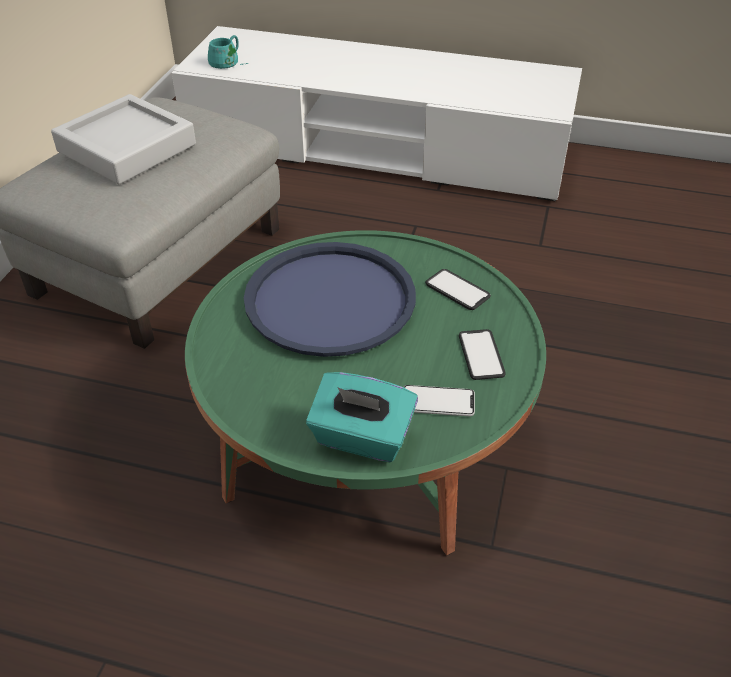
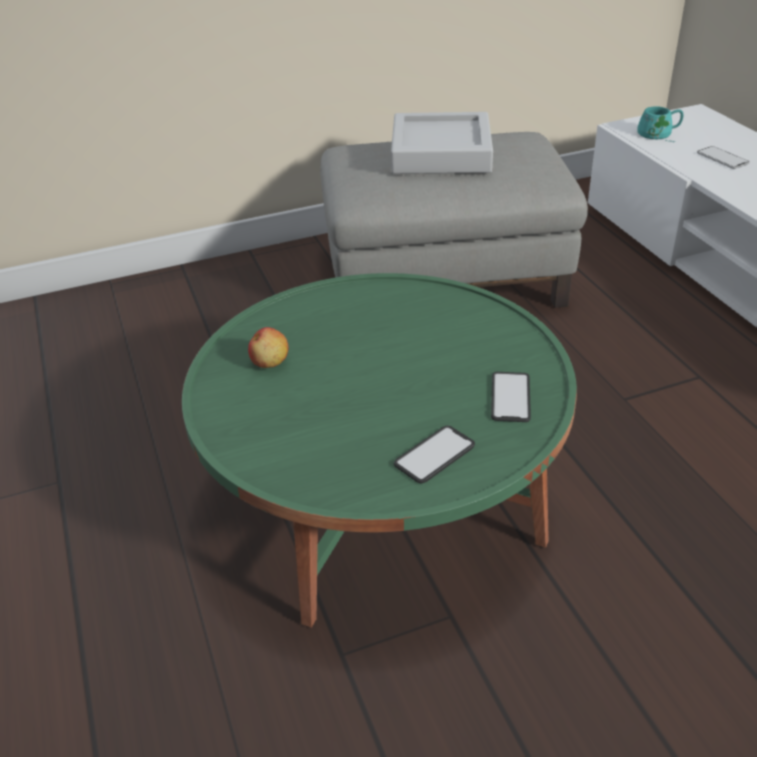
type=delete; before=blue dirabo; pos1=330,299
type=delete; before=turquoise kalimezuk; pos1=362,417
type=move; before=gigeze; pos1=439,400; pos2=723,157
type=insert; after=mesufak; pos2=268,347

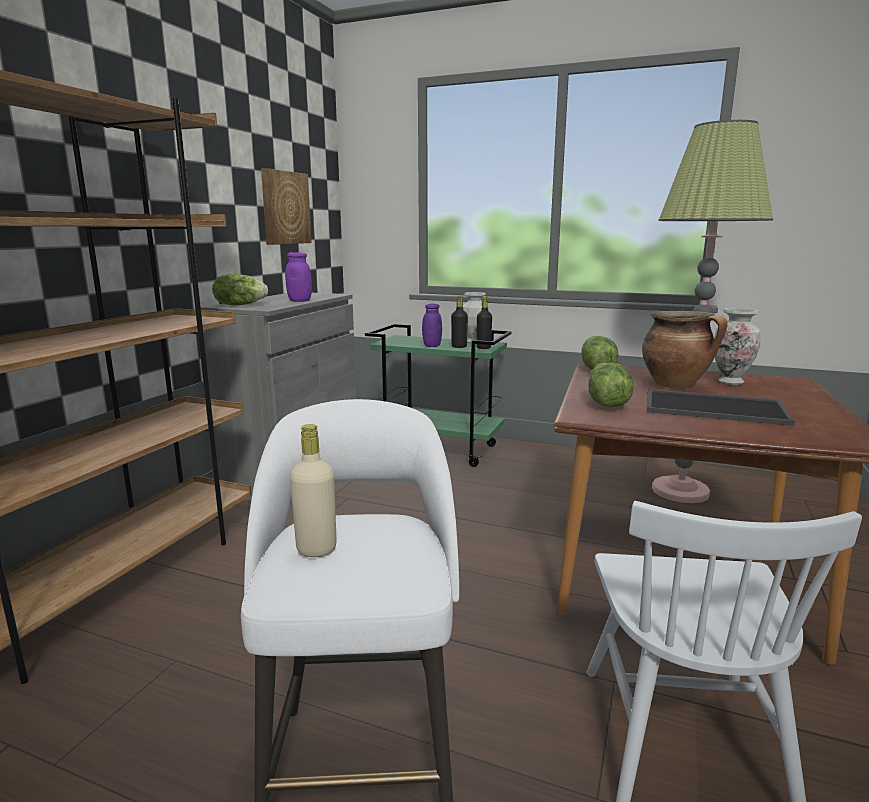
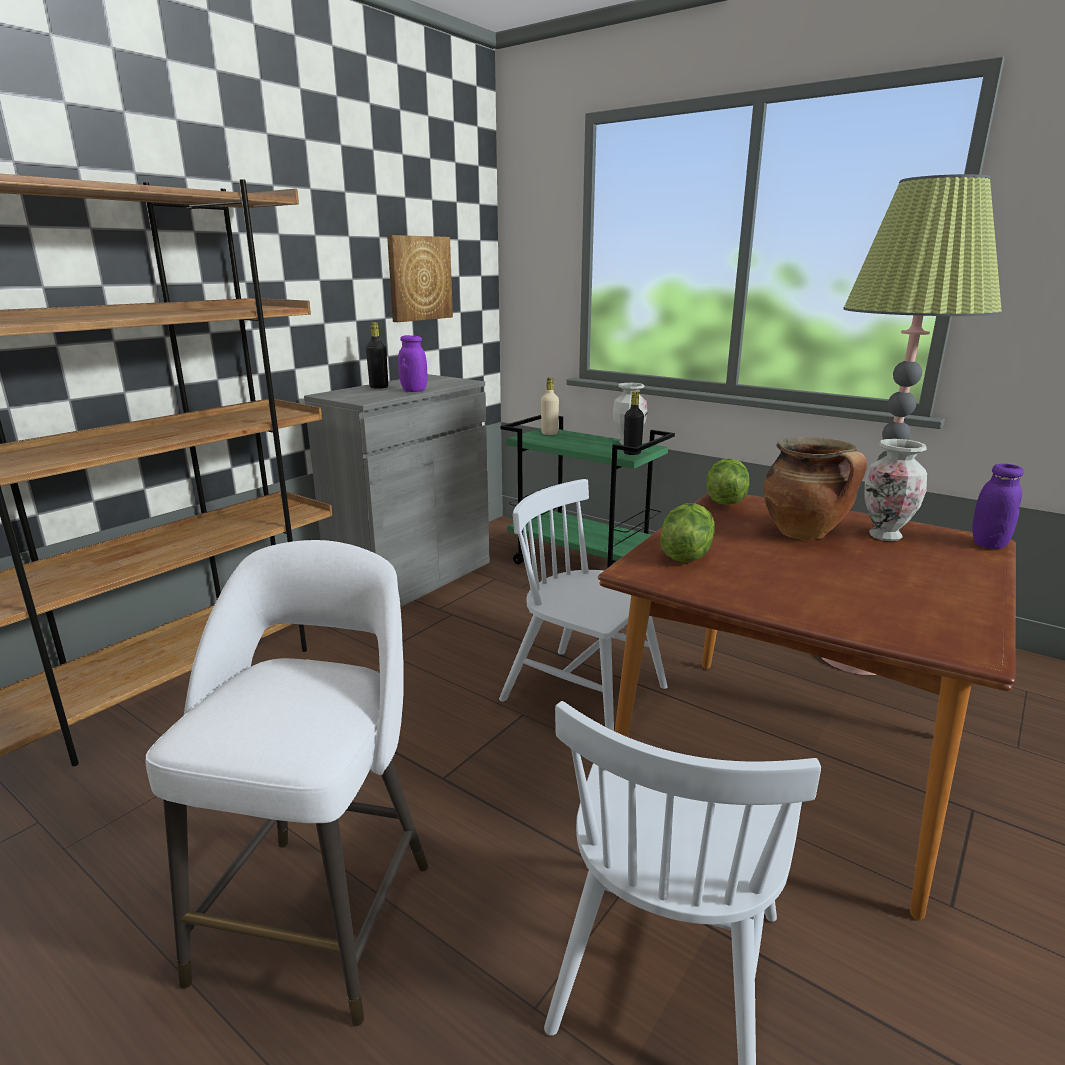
type=delete; before=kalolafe; pos1=240,289
type=move; before=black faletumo; pos1=459,322; pos2=377,355
type=move; before=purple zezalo; pos1=432,325; pos2=998,506
type=delete; before=dirabo; pos1=721,407
type=move; before=beige faletumo; pos1=313,490; pos2=550,406
type=insert; after=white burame; pos2=583,605

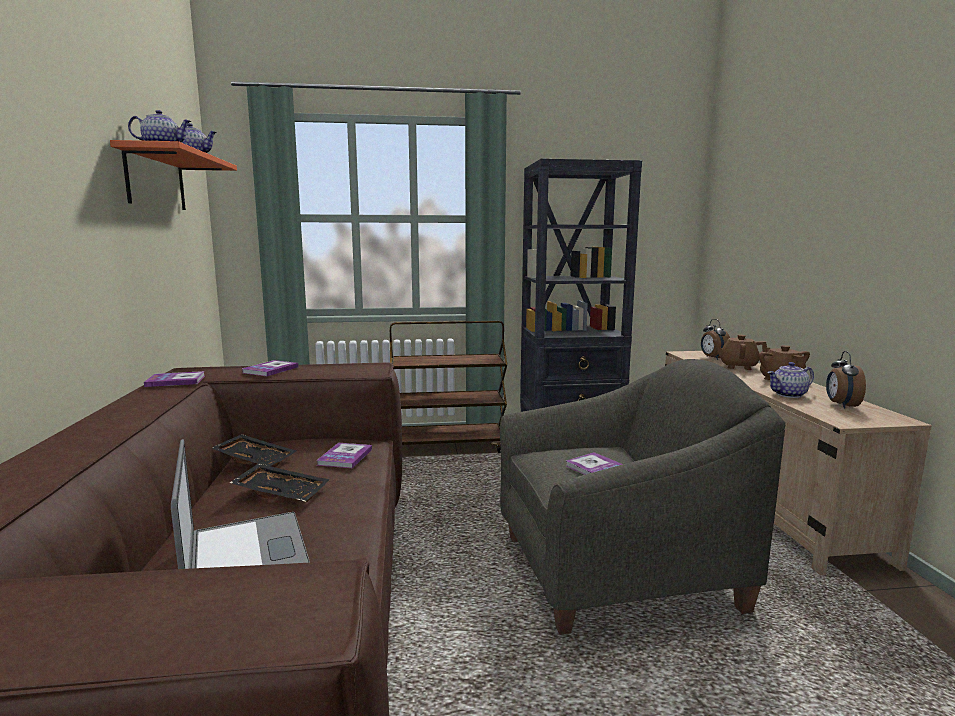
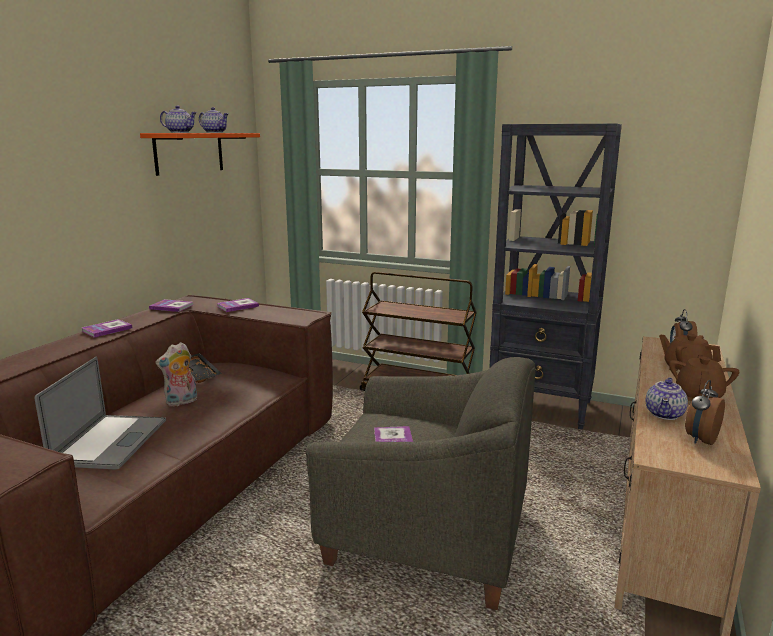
type=rotate; before=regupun; pos1=790,380; pos2=667,398; turn=-75
type=move; before=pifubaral; pos1=344,455; pos2=106,328
type=replace; before=black dirabo; after=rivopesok; pos1=280,482; pos2=176,374

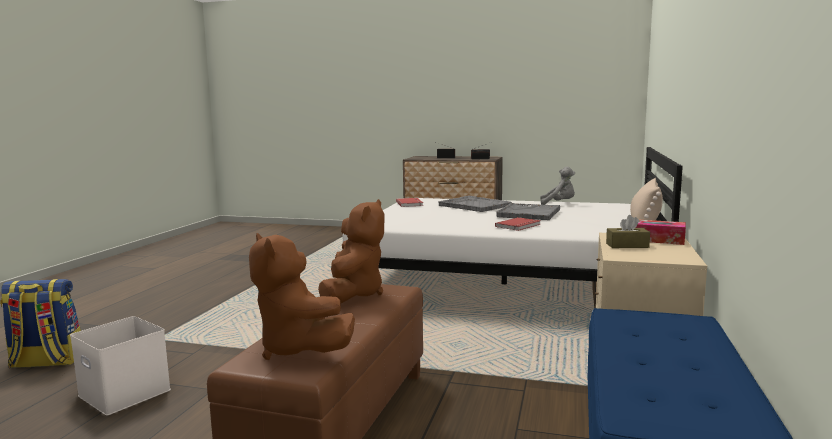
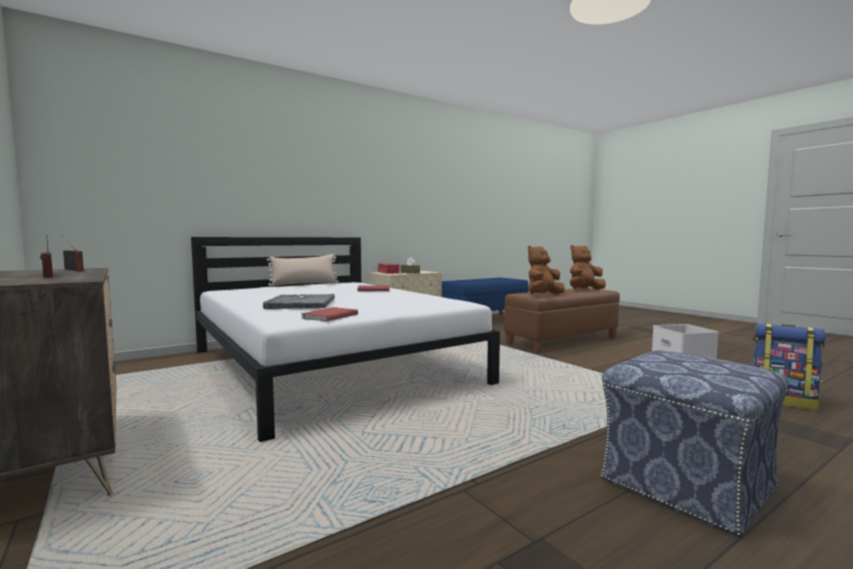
type=delete; before=grey rivopesok; pos1=557,186
type=delete; before=grey dirabo; pos1=528,211
type=rotate; before=brown rivopesok; pos1=302,296; pos2=588,267; turn=-120
type=insert; after=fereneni; pos2=694,443

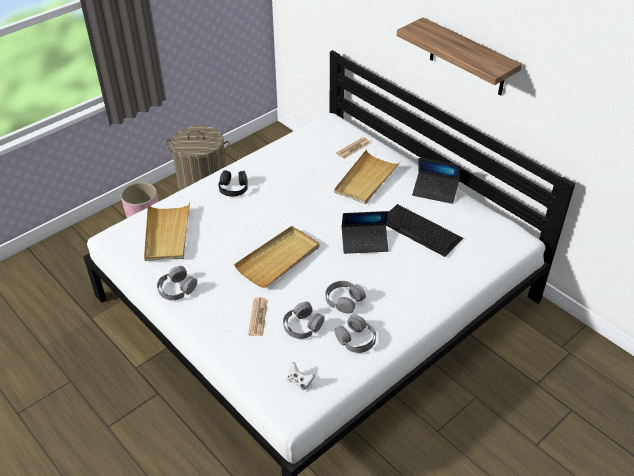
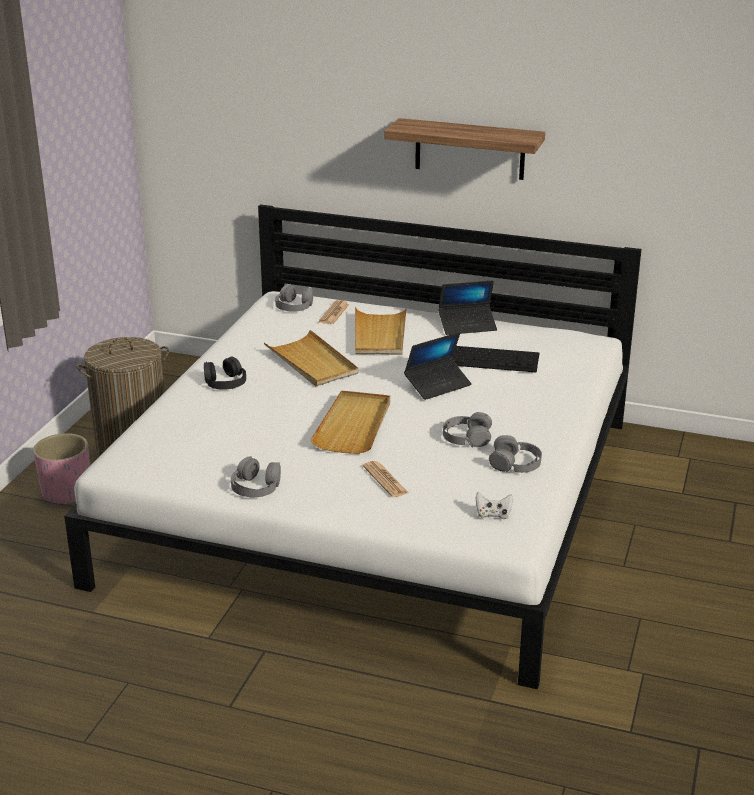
type=move; before=beige dirabo; pos1=167,232; pos2=311,358
type=move; before=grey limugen; pos1=304,320; pos2=294,298

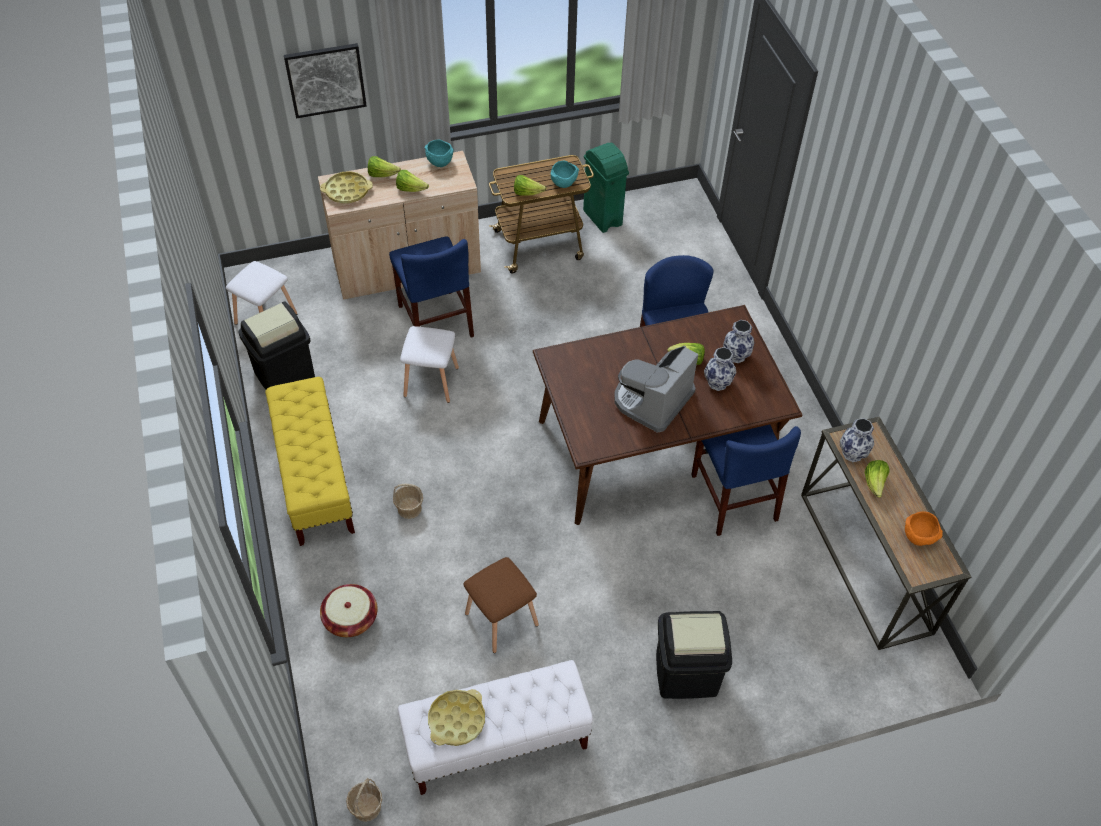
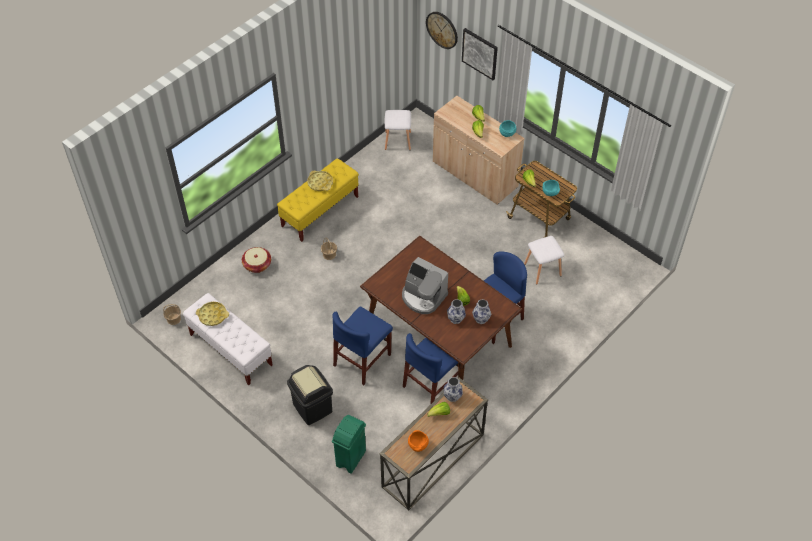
type=move; before=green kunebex; pos1=606,188; pos2=349,444
type=move; before=yellow dirabo; pos1=346,187; pos2=320,180
type=move; before=blue burame; pos1=431,286; pos2=362,345
type=delete; before=black kunebex; pos1=276,346
type=move; before=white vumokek; pos1=429,364; pos2=544,260
type=rotate; before=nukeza; pos1=656,389; pos2=425,285; turn=-150
type=delete; before=brown vumokek; pos1=501,605
type=insert; after=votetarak; pos2=442,30

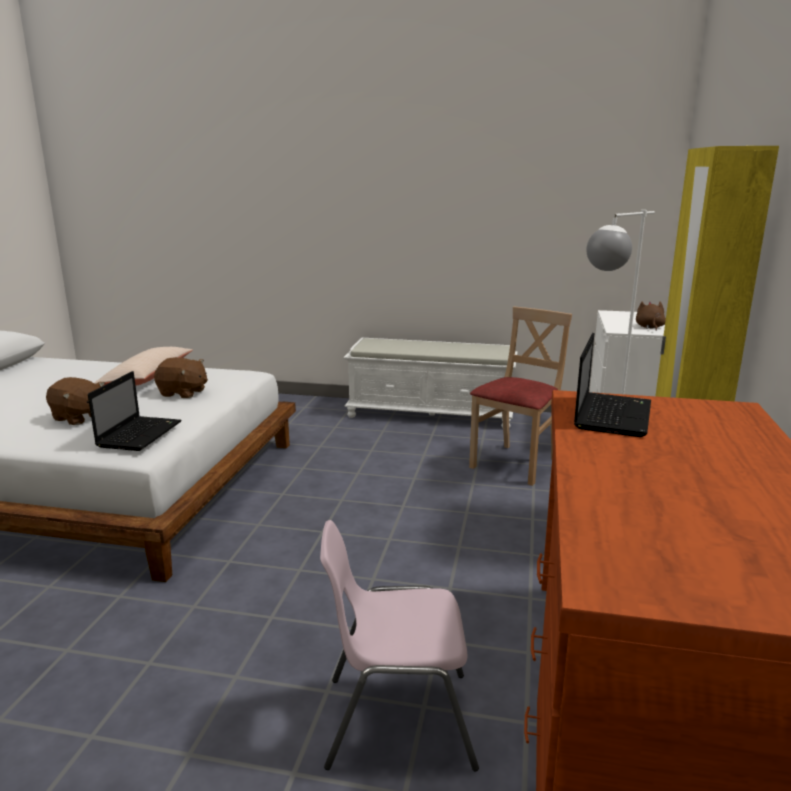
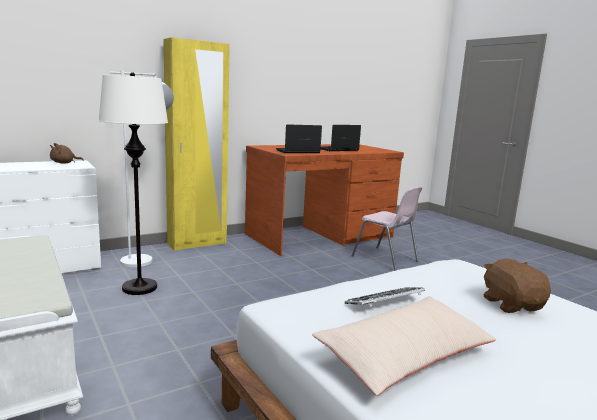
type=replace; before=beige burame; after=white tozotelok; pos1=520,396; pos2=133,183
type=replace; before=brown rivopesok; after=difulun; pos1=181,377; pos2=385,297
type=move; before=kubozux; pos1=135,411; pos2=341,138

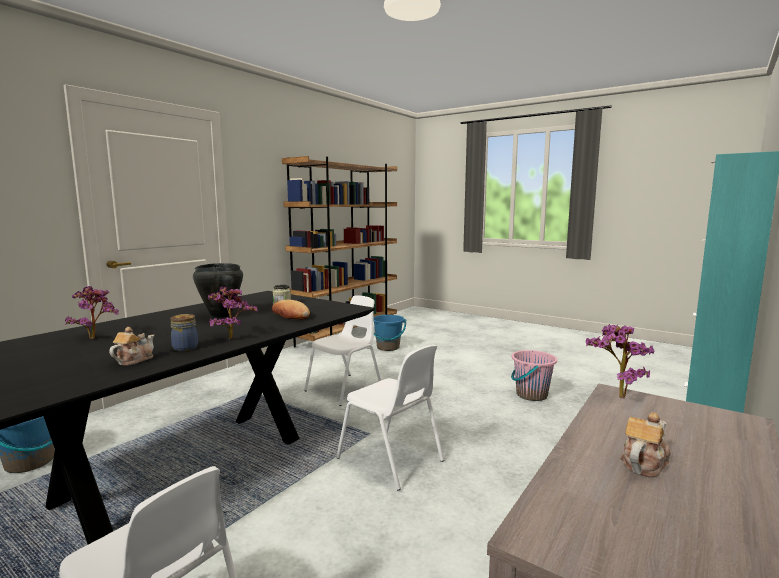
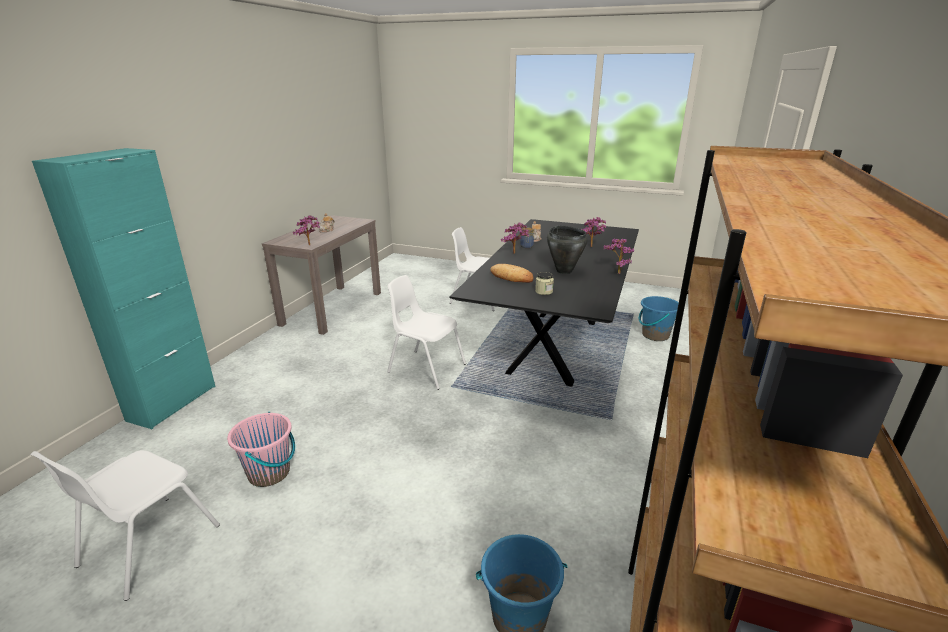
type=move; before=white burame; pos1=342,350; pos2=125,525
type=insert; after=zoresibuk; pos2=619,256

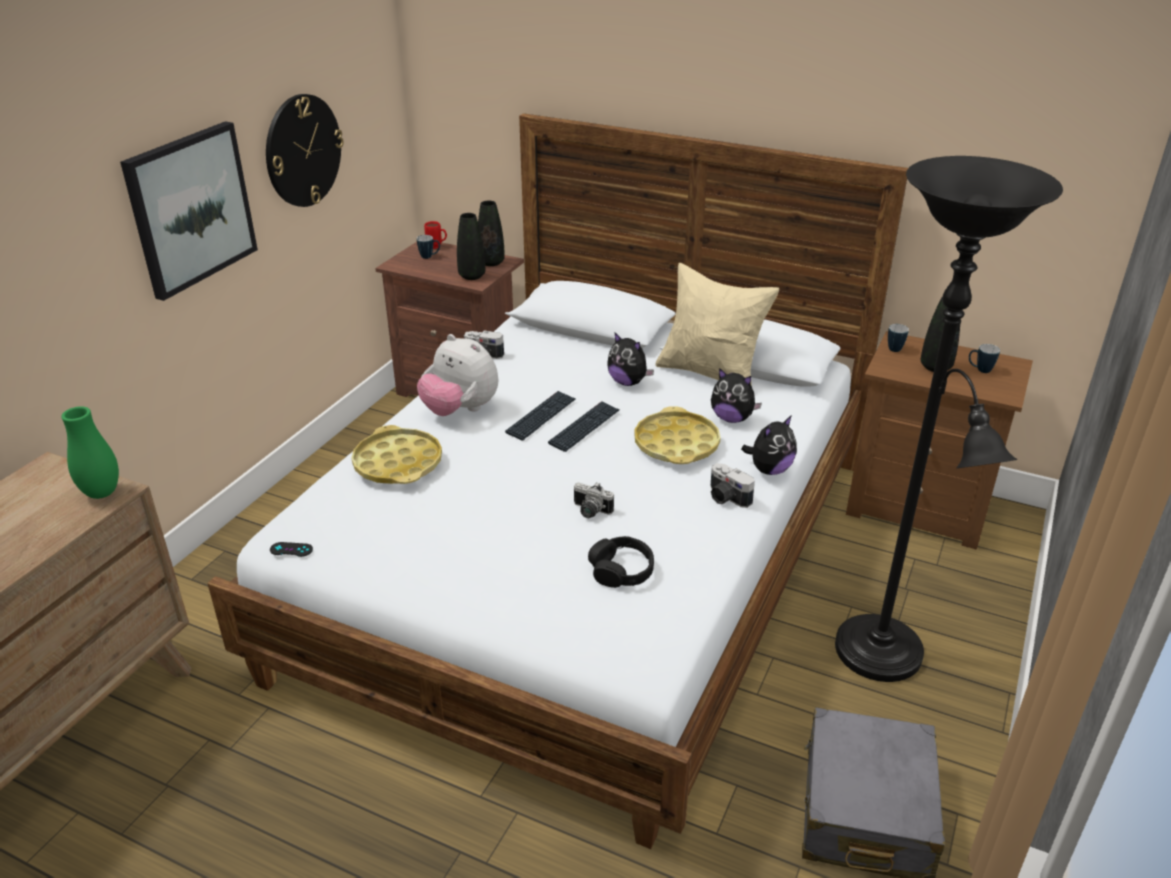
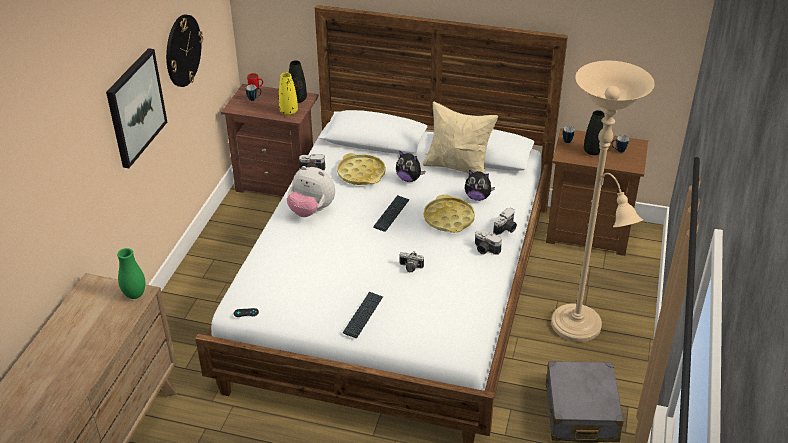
type=recolor; before=black tozotelok; after=beige tozotelok; pos1=949,419; pos2=603,201
type=recolor; before=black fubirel; after=yellow fubirel; pos1=471,246; pos2=288,94
type=move; before=difulun; pos1=540,415; pos2=363,315
type=replace; before=rivopesok; after=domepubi; pos1=769,445; pos2=505,221
type=move; before=yellow dirabo; pos1=397,454; pos2=361,169
type=delete; before=black limugen; pos1=621,562

